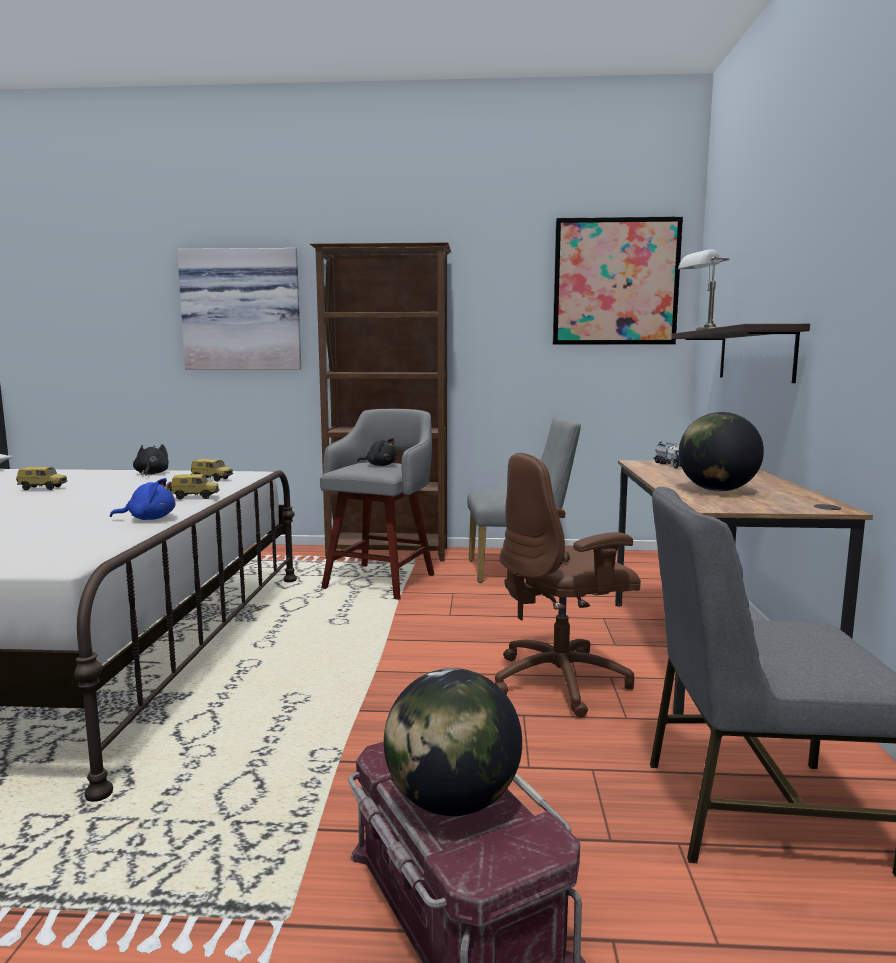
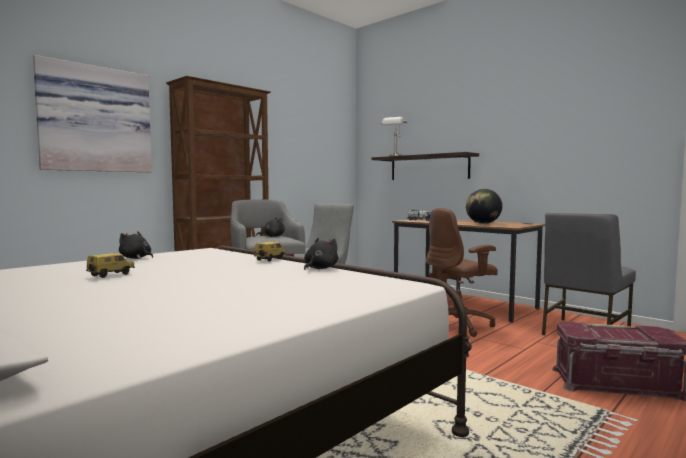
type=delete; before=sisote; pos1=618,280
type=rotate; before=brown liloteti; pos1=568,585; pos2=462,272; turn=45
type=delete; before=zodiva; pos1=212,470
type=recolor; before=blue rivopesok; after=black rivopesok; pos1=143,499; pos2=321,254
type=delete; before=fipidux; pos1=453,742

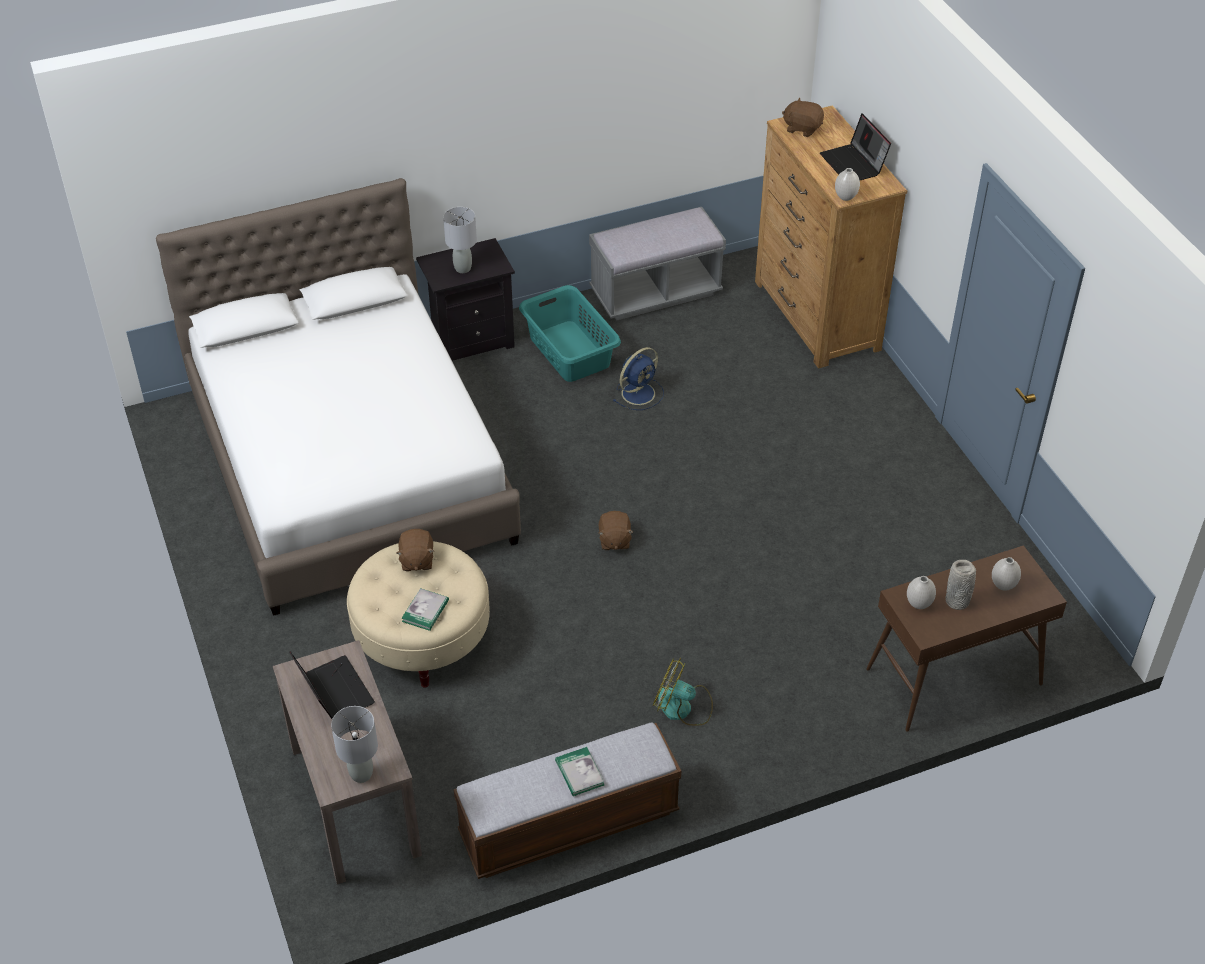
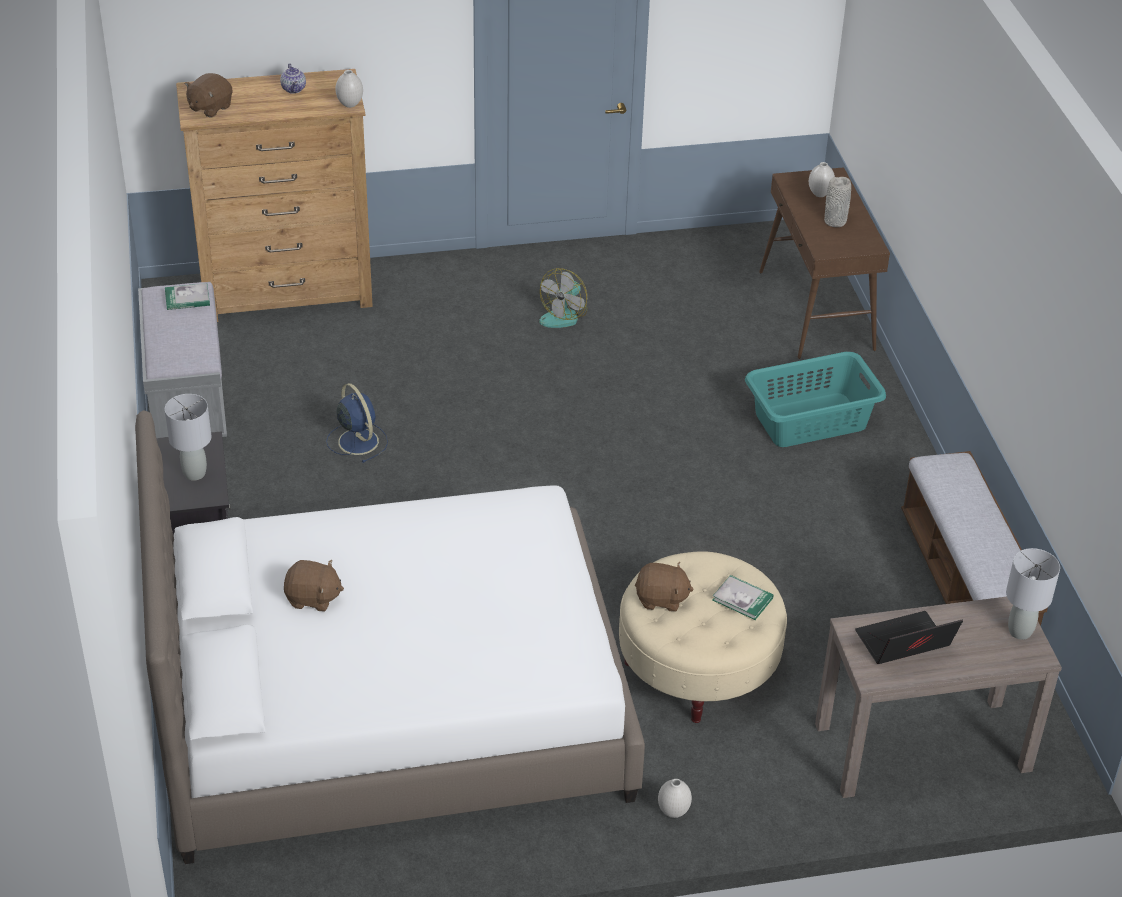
type=replace; before=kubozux; after=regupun; pos1=855,147; pos2=293,78
type=move; before=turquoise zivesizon; pos1=570,333; pos2=815,399
type=move; before=brown rivopesok; pos1=615,530; pos2=314,586
type=move; before=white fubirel; pos1=921,592; pos2=675,798
type=move; before=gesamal; pos1=683,692; pos2=563,298
type=move; before=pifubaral; pos1=579,771; pos2=187,296

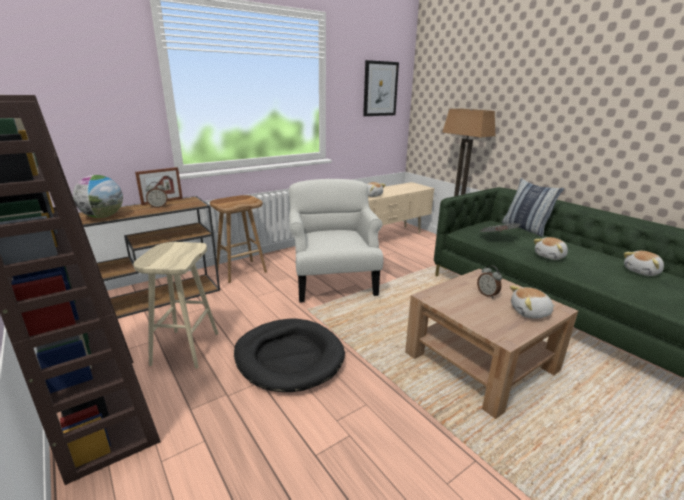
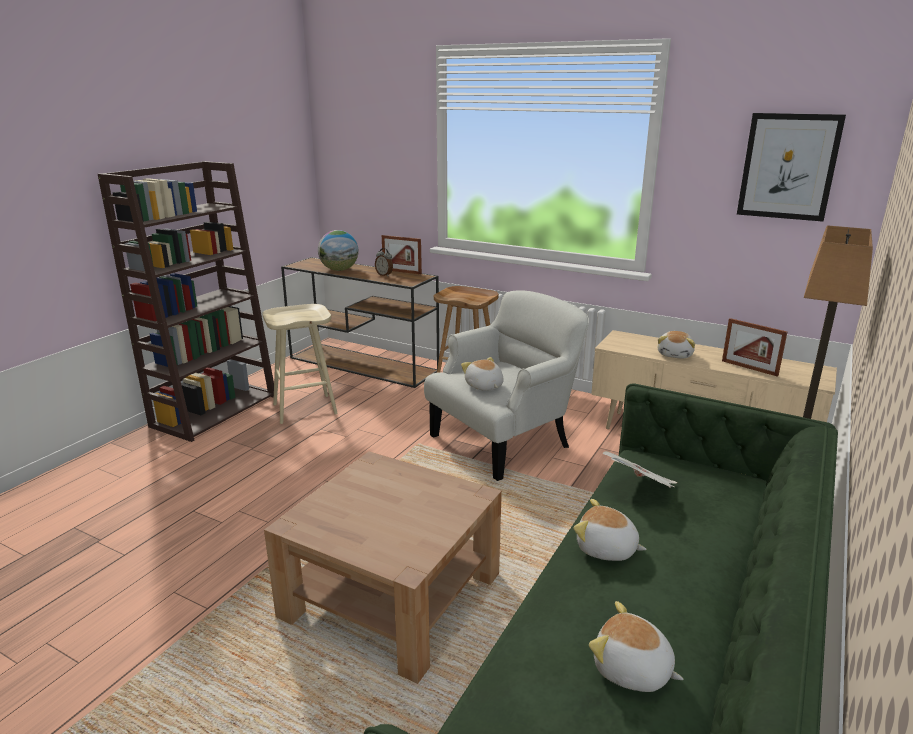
type=delete; before=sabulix; pos1=533,207
type=delete; before=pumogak; pos1=489,282
type=move; before=rivopesok; pos1=532,302; pos2=482,374
type=delete; before=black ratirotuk; pos1=289,355
type=insert; after=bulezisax; pos2=754,347

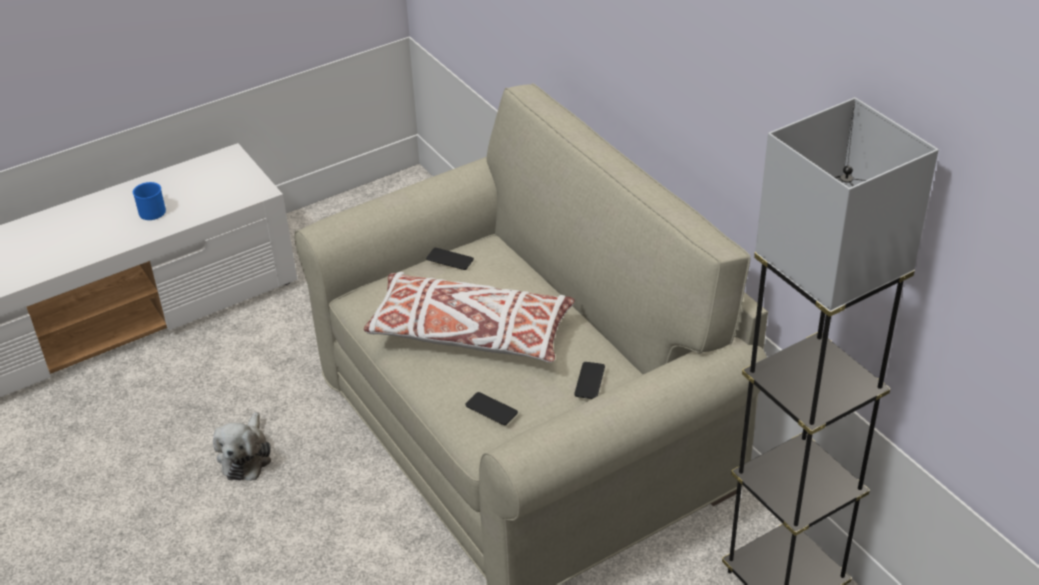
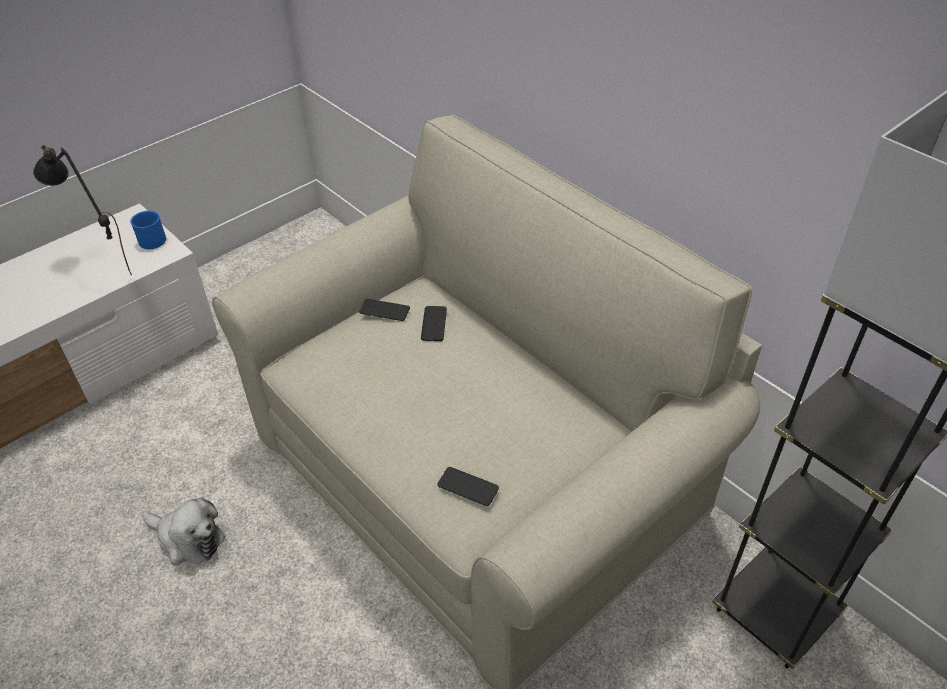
type=move; before=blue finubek; pos1=149,201; pos2=148,230
type=delete; before=white sabulix; pos1=469,317
type=move; before=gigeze; pos1=589,380; pos2=434,323
type=rotate; before=rivopesok; pos1=242,446; pos2=183,531; turn=-60
type=insert; after=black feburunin; pos2=82,210

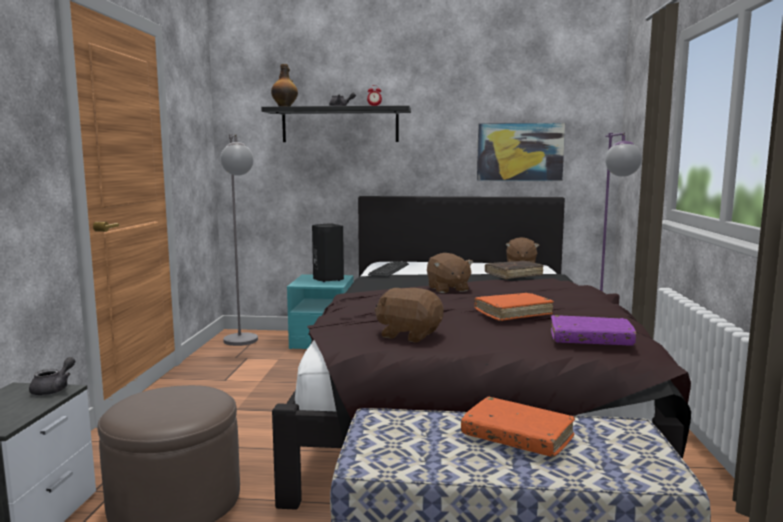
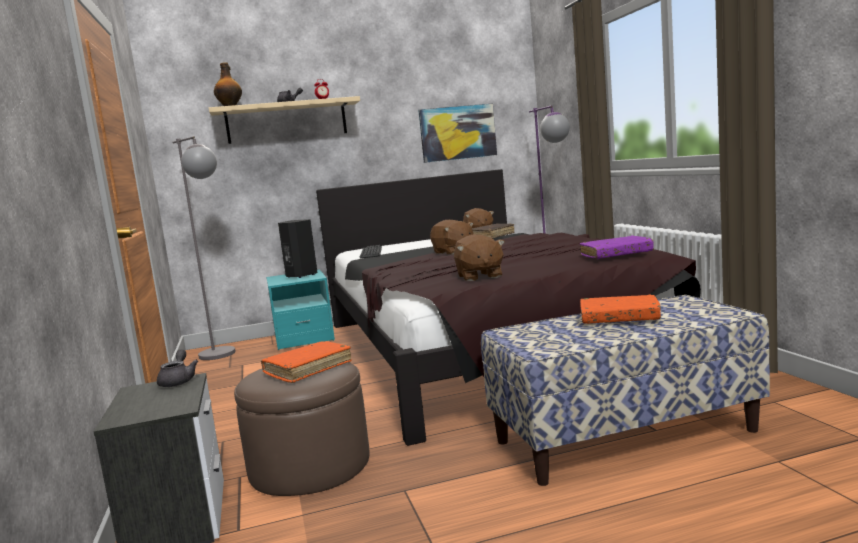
type=recolor; before=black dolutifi; after=beige dolutifi; pos1=336,124; pos2=284,120
type=rotate; before=brown rivopesok; pos1=409,315; pos2=479,257; turn=-105
type=move; before=orange pifubaral; pos1=514,307; pos2=306,362

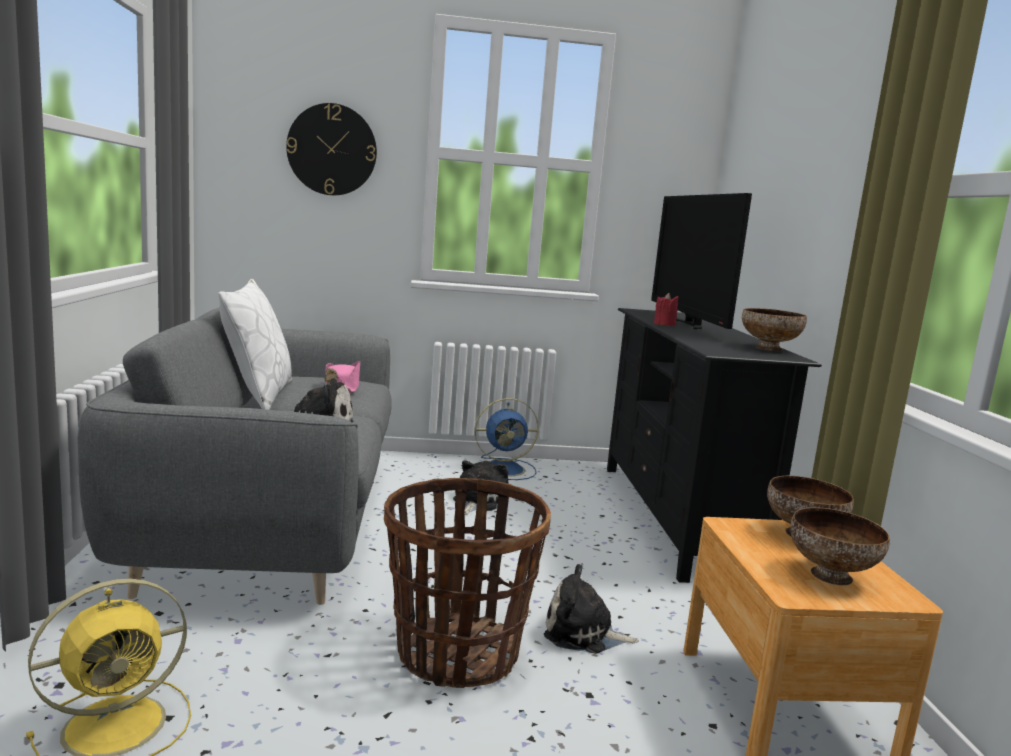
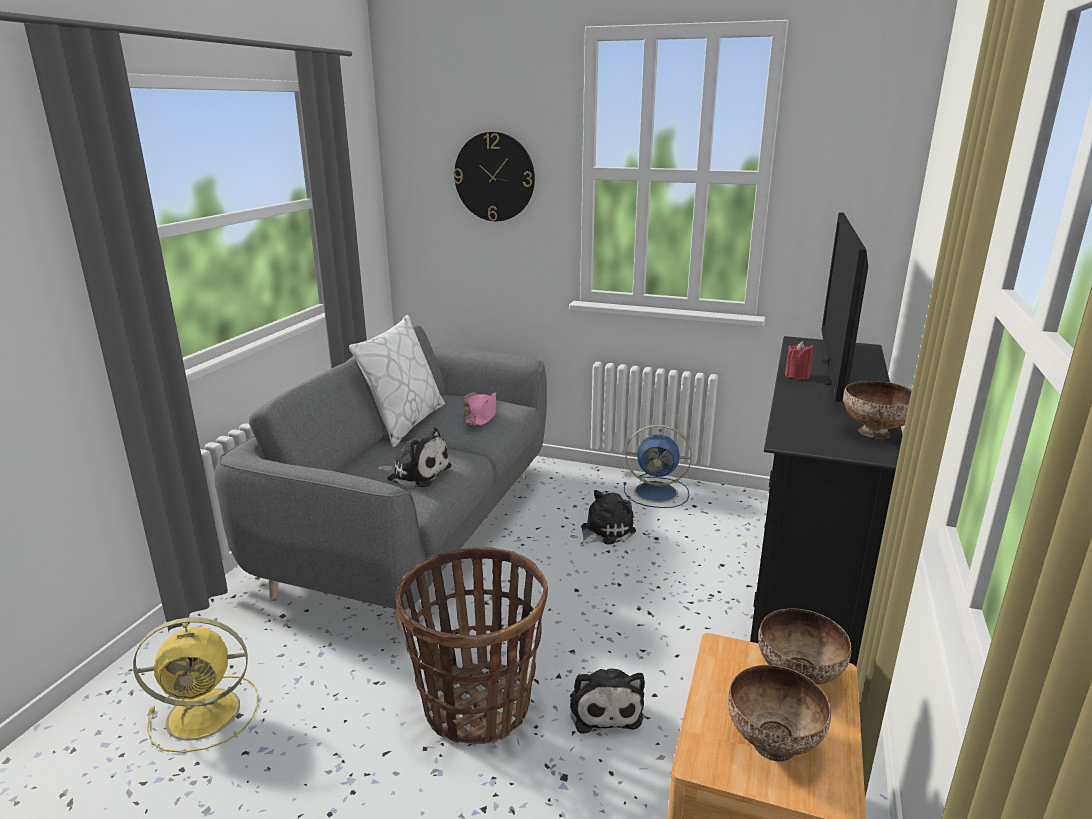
type=rotate; before=rivopesok; pos1=591,609; pos2=607,700; turn=-135

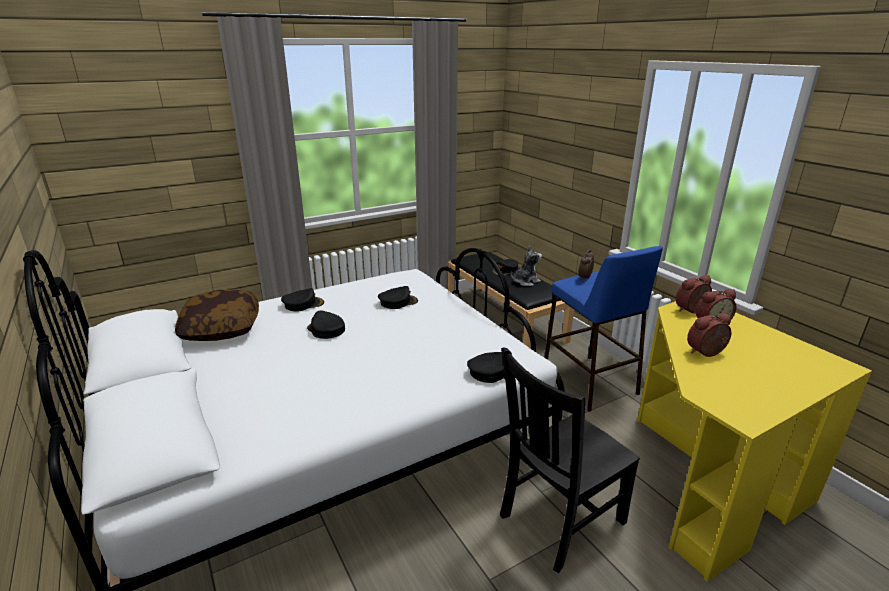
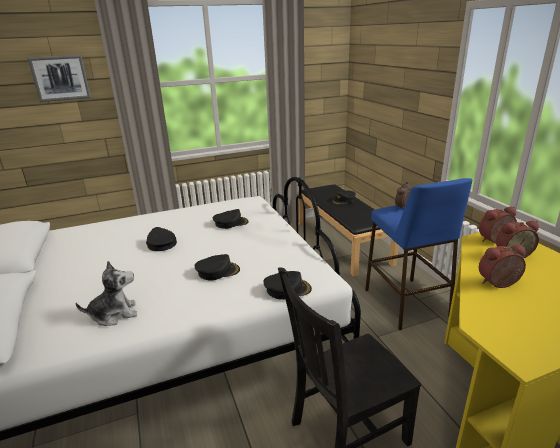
type=move; before=rivopesok; pos1=526,266; pos2=106,293
type=move; before=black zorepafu; pos1=302,299; pos2=217,267
type=delete; before=sabulix; pos1=217,315
type=insert; after=sisote; pos2=59,78

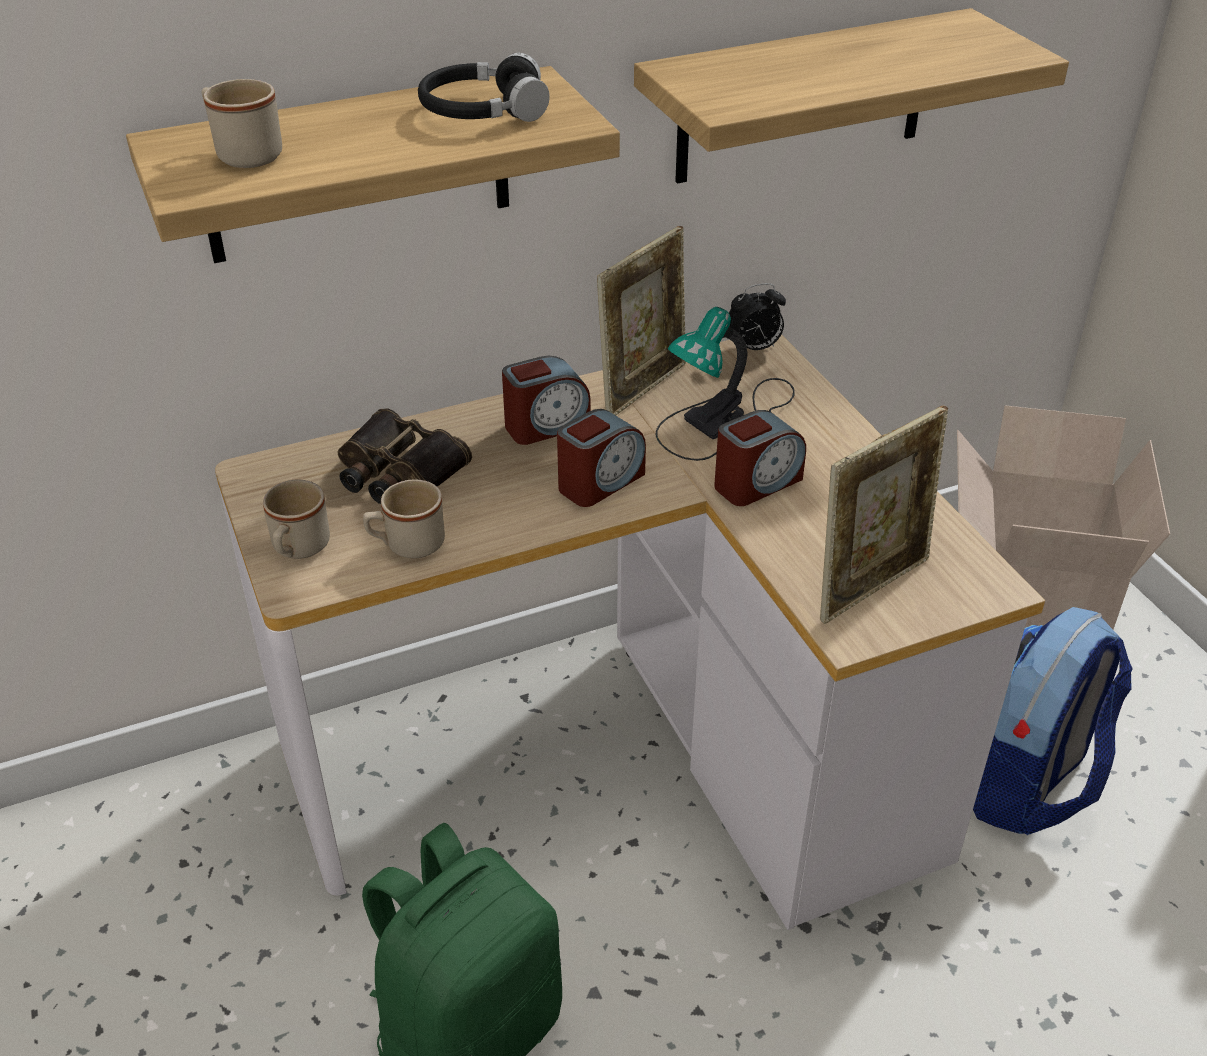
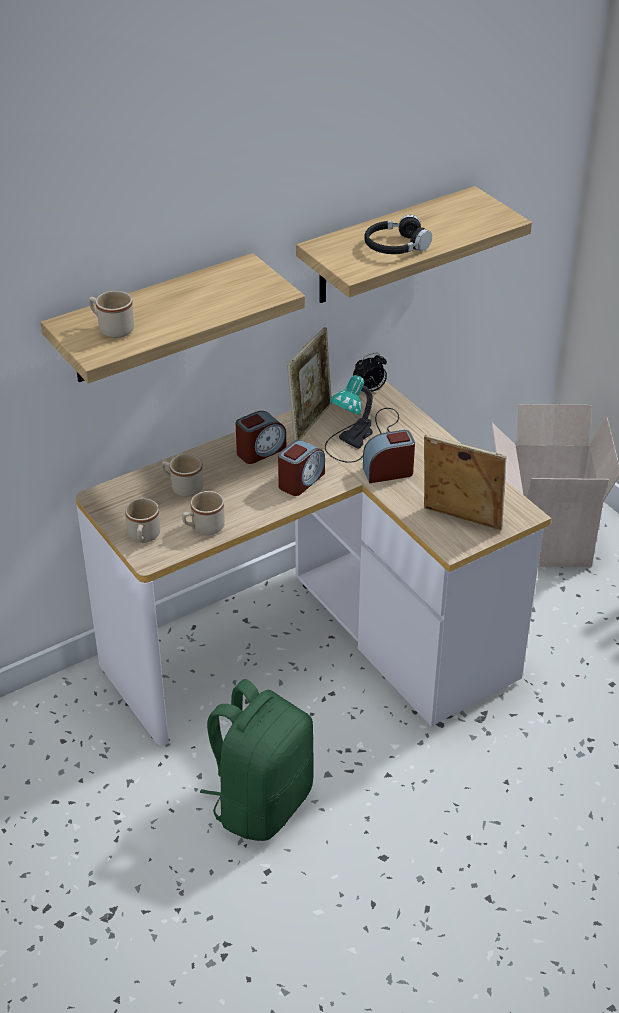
type=move; before=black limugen; pos1=484,87; pos2=398,234
type=rotate; before=bulezisax; pos1=884,515; pos2=465,482; turn=-105
type=replace; before=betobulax; after=beige finubek; pos1=404,456; pos2=182,475
type=rotate; before=pumogak; pos1=760,458; pos2=389,456; turn=-150
type=delete; before=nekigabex; pos1=1053,721

